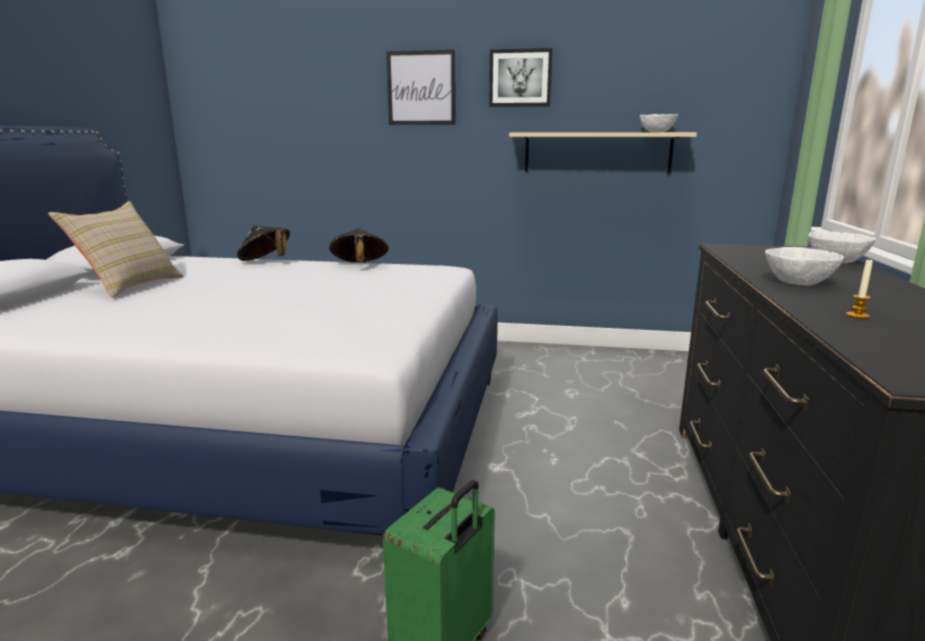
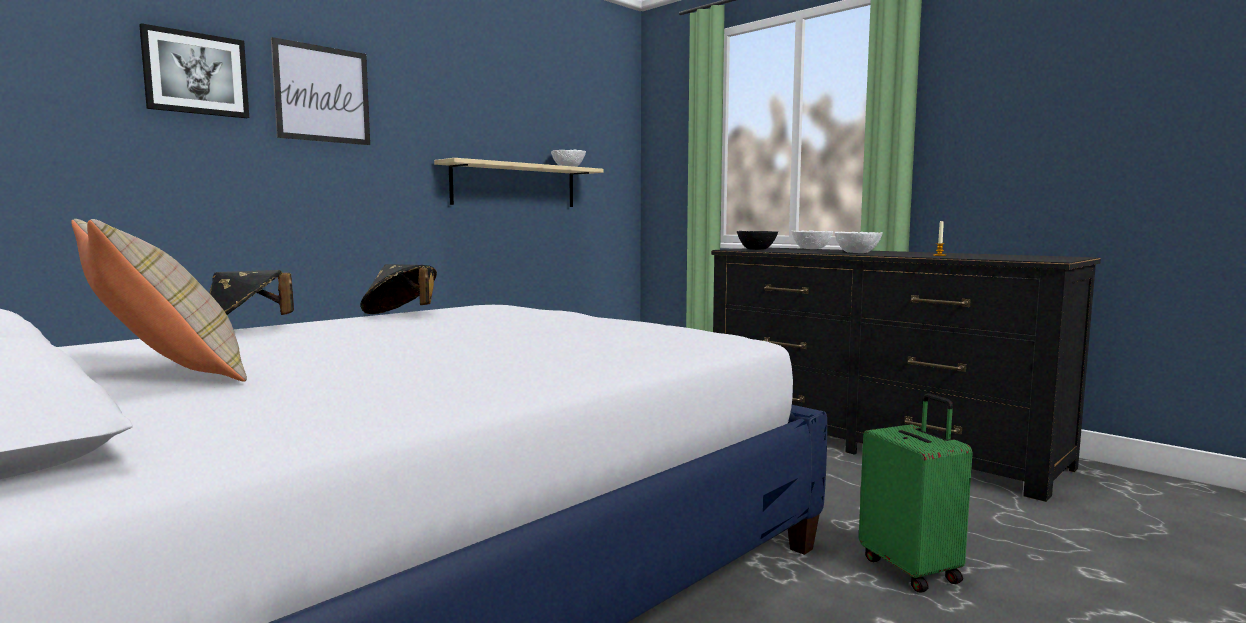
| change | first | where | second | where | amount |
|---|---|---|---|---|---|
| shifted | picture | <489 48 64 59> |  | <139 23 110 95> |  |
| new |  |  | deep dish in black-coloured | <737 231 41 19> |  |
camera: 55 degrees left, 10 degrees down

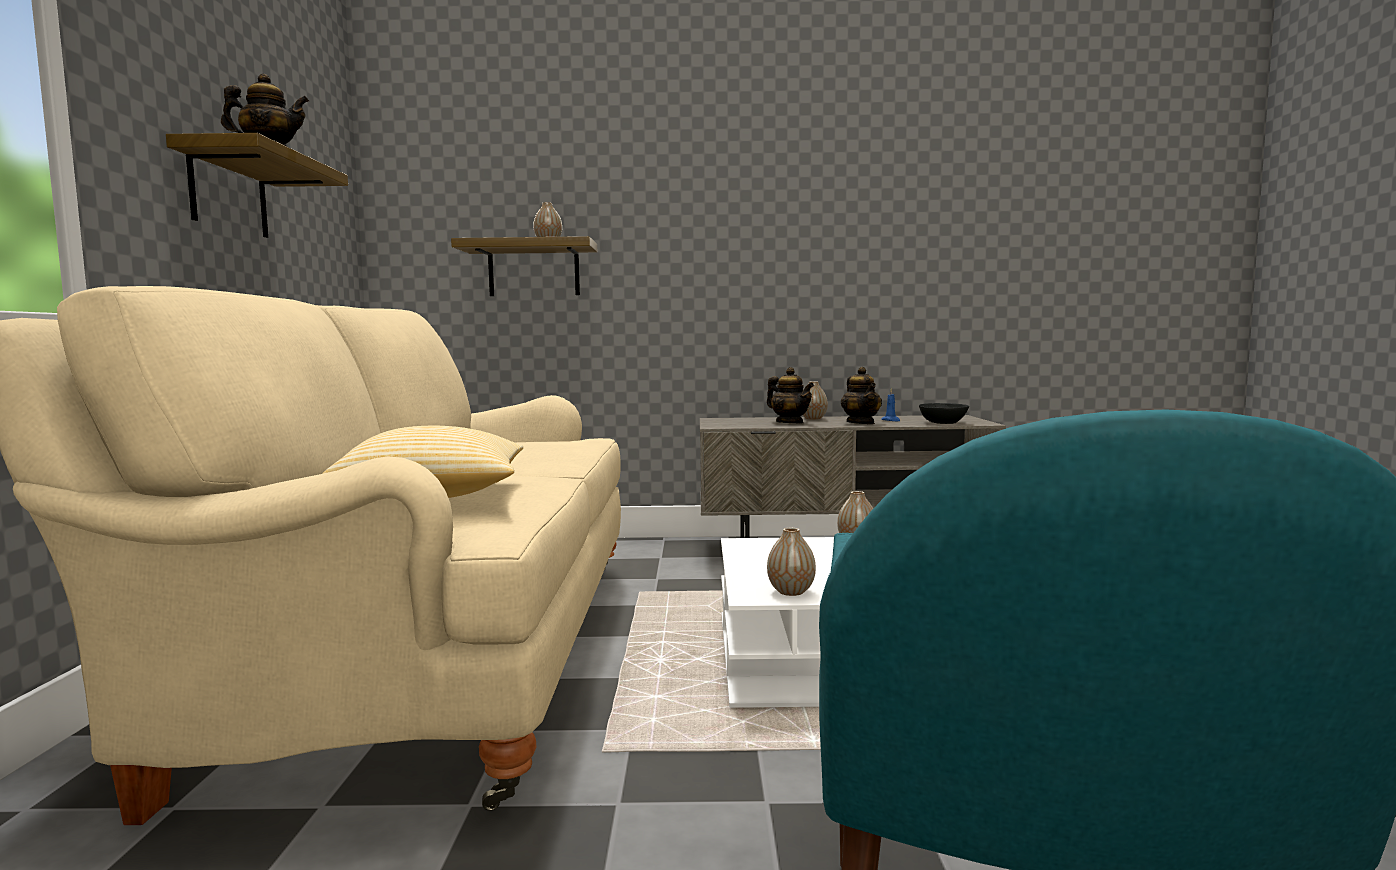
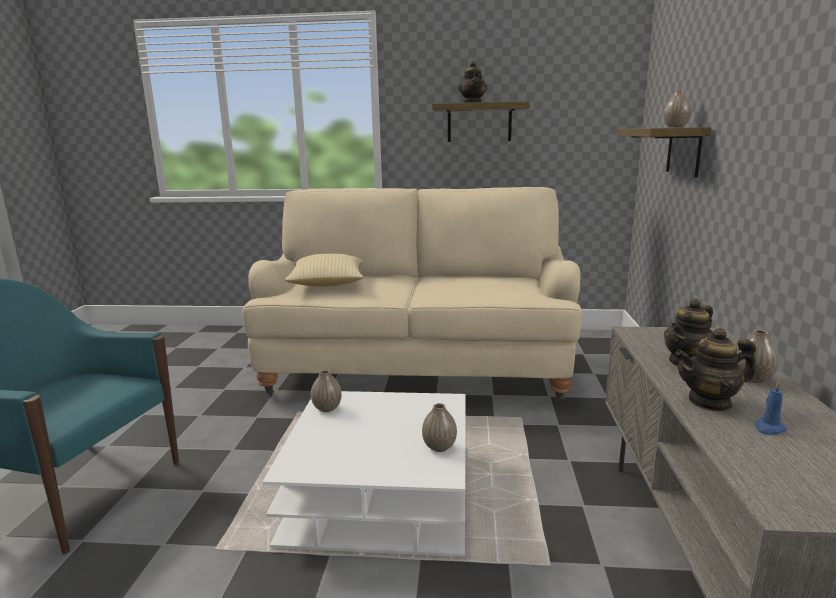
| change | first | where | second | where | amount |
|---|---|---|---|---|---|
| gone | deep dish in black-coloured | <919 403 50 21> |  |  |  |
camera: 95 degrees right, 10 degrees up

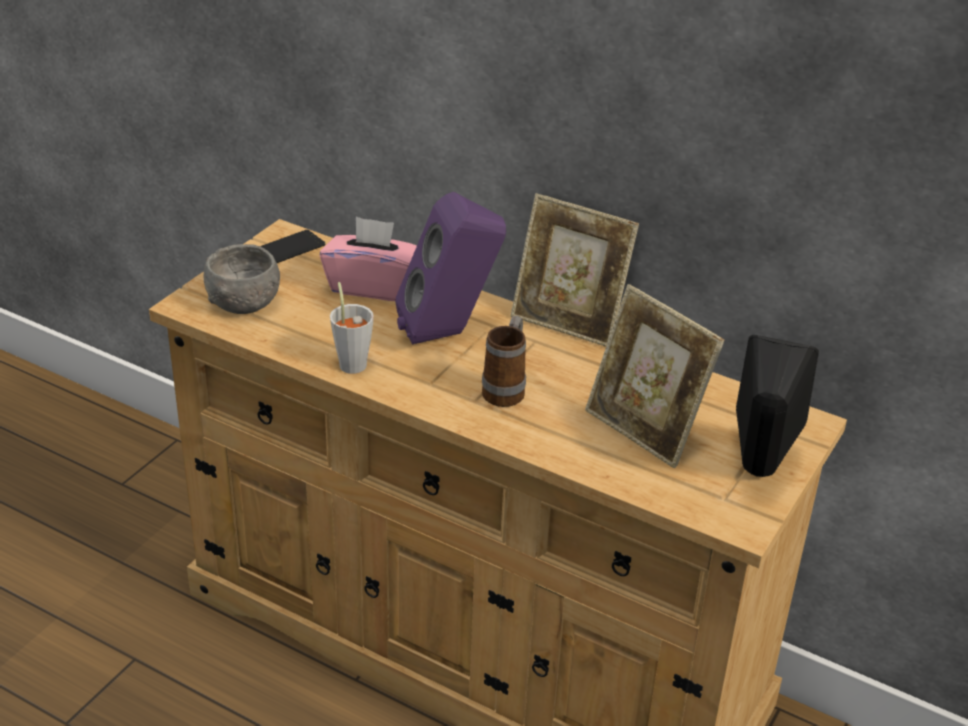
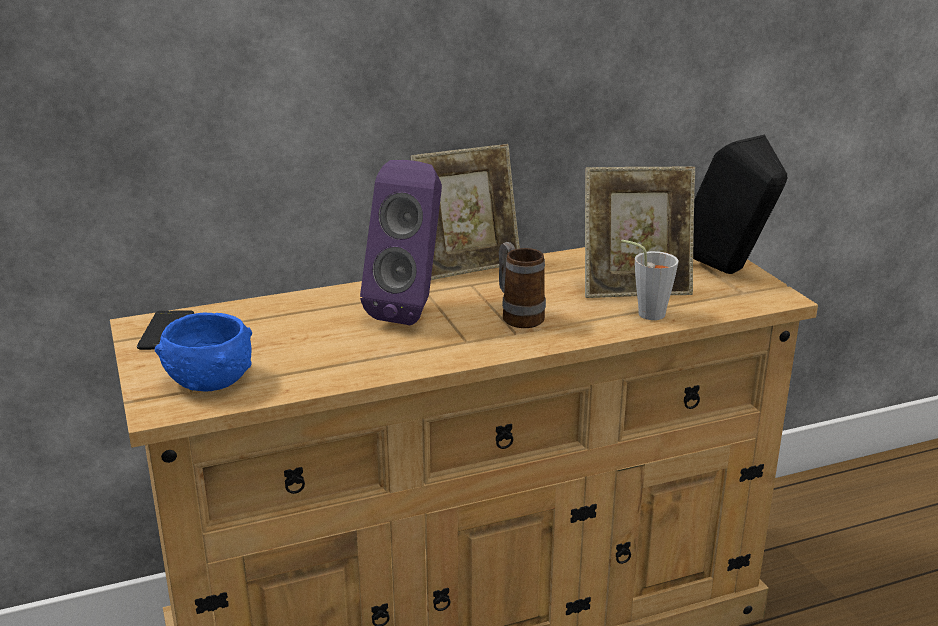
| change | first | where | second | where | amount |
|---|---|---|---|---|---|
| gone | tissue box in pink-coloured | <320 216 97 85> |  |  |  |
| repainted | deep dish in grey | <204 244 76 70> | deep dish in blue | <155 312 97 80> |  |
| shifted | cup in grey | <330 282 44 92> |  | <621 239 58 81> |  |
camera: 50 degrees left, 10 degrees down

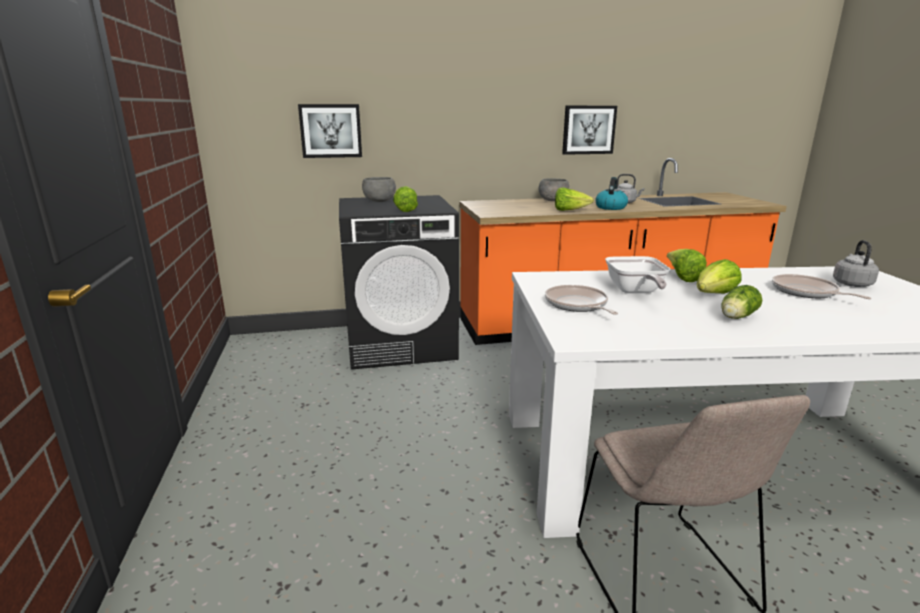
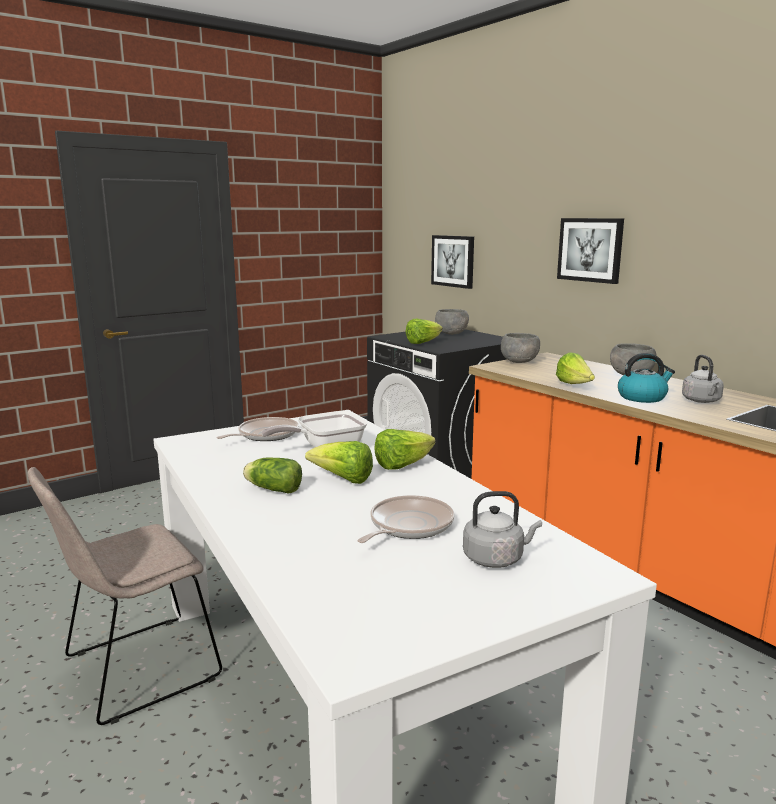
| change | first | where | second | where | amount |
|---|---|---|---|---|---|
| shifted | picture | <562 106 55 49> |  | <557 218 67 66> |  |
| new |  |  | deep dish in grey | <501 333 39 30> |  |
camera: 65 degrees right, 5 degrees down

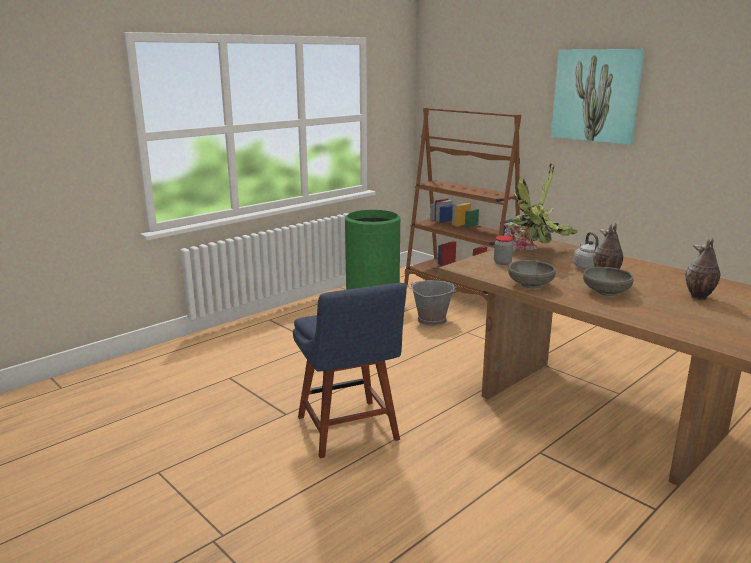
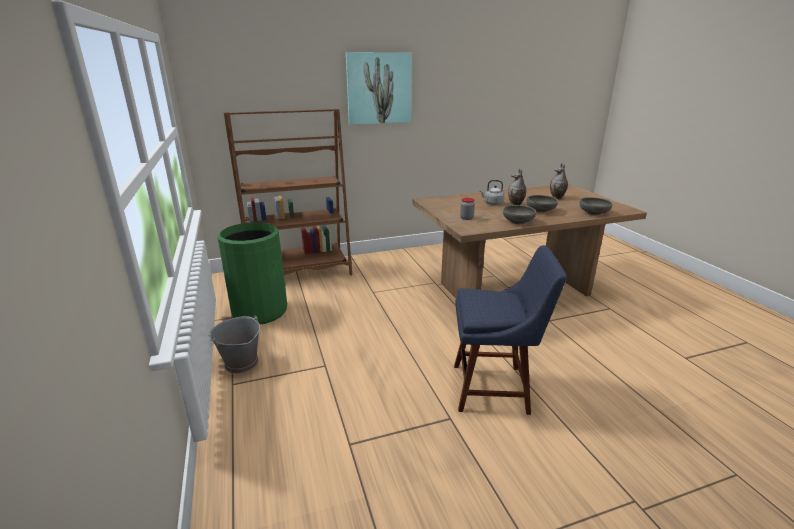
| change | first | where | second | where | amount |
|---|---|---|---|---|---|
| gone | potted plant | <504 163 74 88> |  |  |  |
| shifted | water bucket in grey | <410 280 47 46> |  | <209 315 51 59> |  |
| new |  |  | deep dish in grey | <580 197 32 18> |  |
camera: 65 degrees left, 5 degrees up

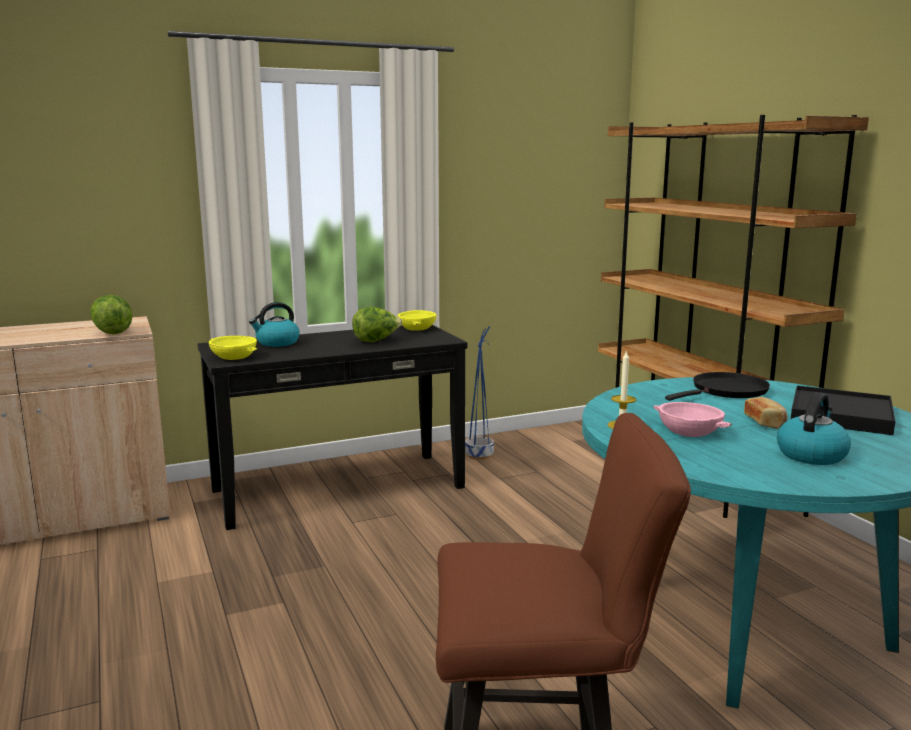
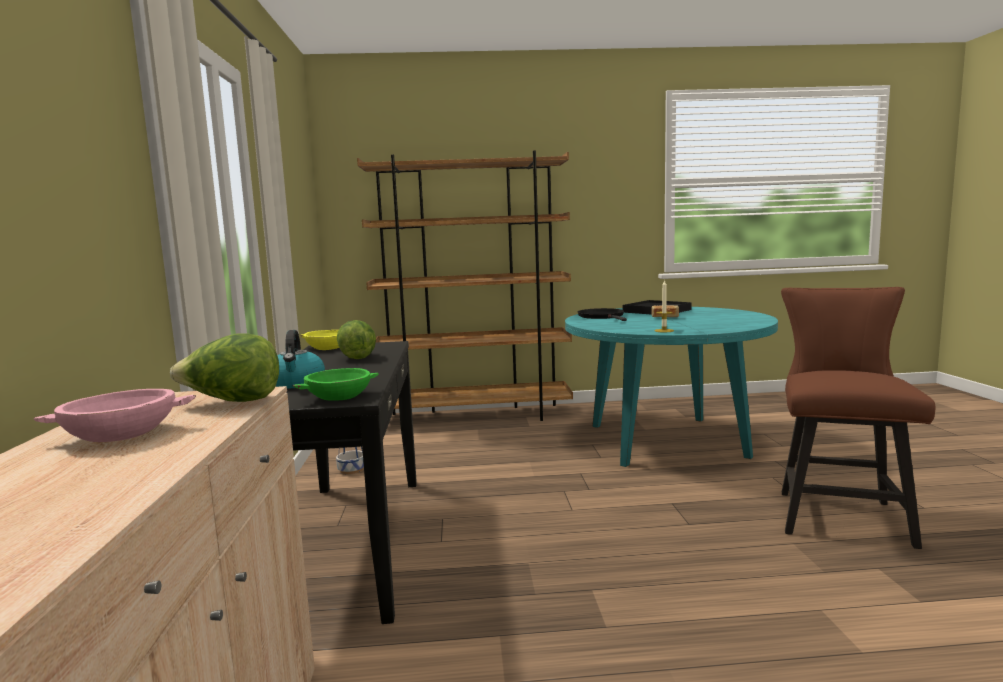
| change | first | where | second | where | amount |
|---|---|---|---|---|---|
| repainted | deep dish in yellowish | <209 336 48 24> | deep dish in greenish | <293 368 86 33> |  |
| gone | water kettle | <777 392 74 73> |  |  |  |
| shifted | deep dish in pink-coloured | <654 402 78 35> |  | <33 389 163 53> |  |
camera: 70 degrees left, 5 degrees down

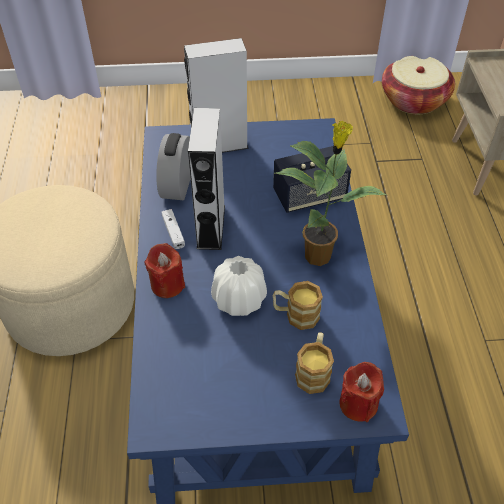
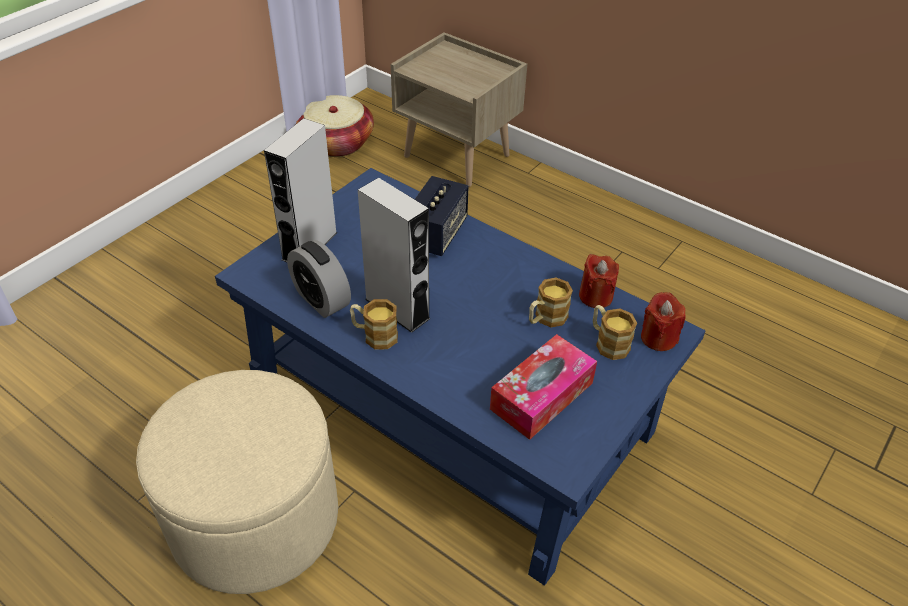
| change | first | where | second | where | amount |
|---|---|---|---|---|---|
| gone | potted plant | <275 121 111 145> |  |  |  |
| swapped | joypad in white | <162 209 23 40> | tea mug | <350 299 48 50> |  |
| shifted | wax candle in red-coloured | <144 243 41 55> |  | <579 254 40 54> |  |
| gone | vase in white | <211 256 56 60> |  |  |  |
| new |  |  | tissue box | <490 334 107 106> |  |
camera: 50 degrees left, 5 degrees down

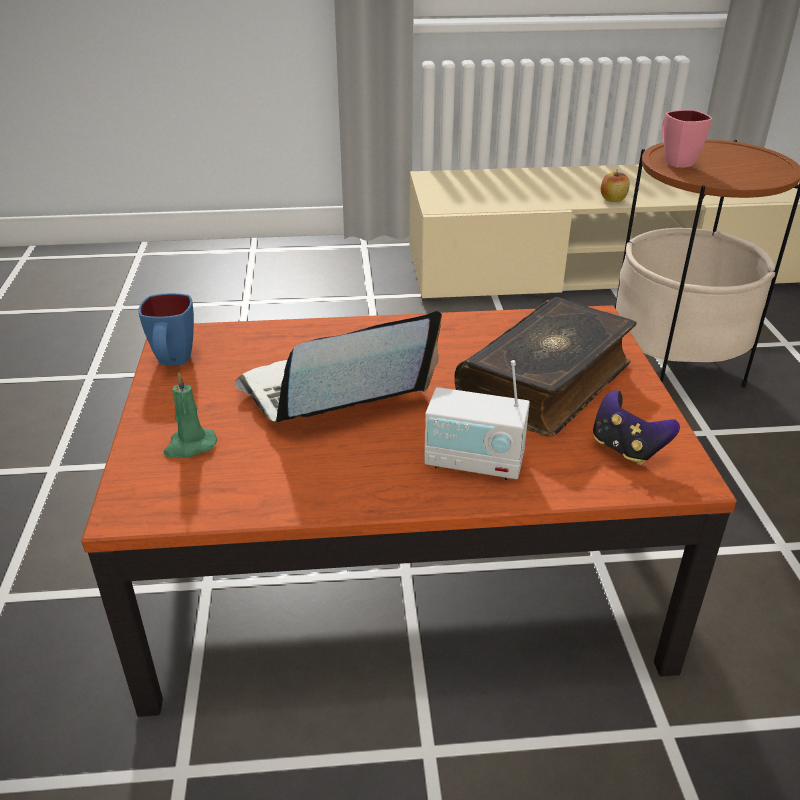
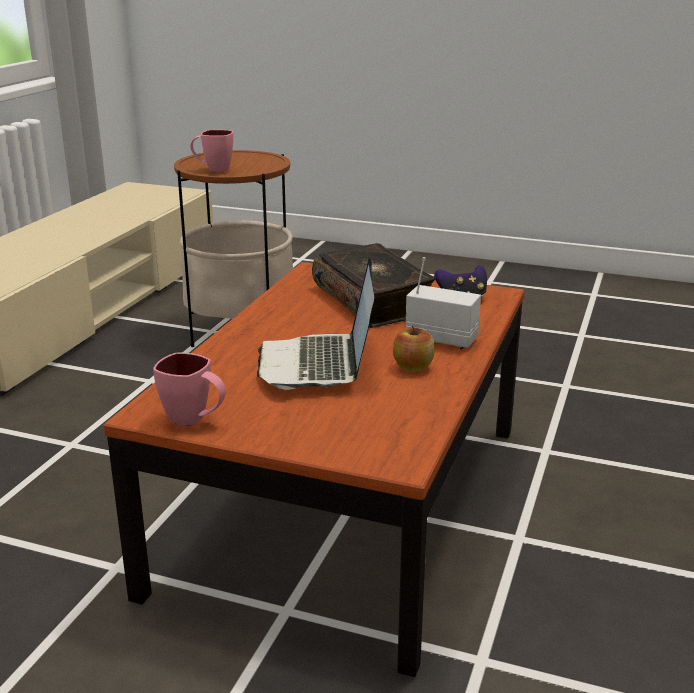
| change | first | where | second | where | amount |
|---|---|---|---|---|---|
| shifted | whole apple | <601 170 29 32> |  | <393 326 41 46> |  |
| repainted | tea mug in blue | <138 293 56 73> | tea mug in pink-coloured | <153 353 73 73> |  |
| rotated | radio | <424 360 106 120> |  | <405 257 76 92> | 105 degrees counterclockwise |
| gone | wax candle in greenish | <164 372 53 86> |  |  |  |
camera: 65 degrees left, 10 degrees down

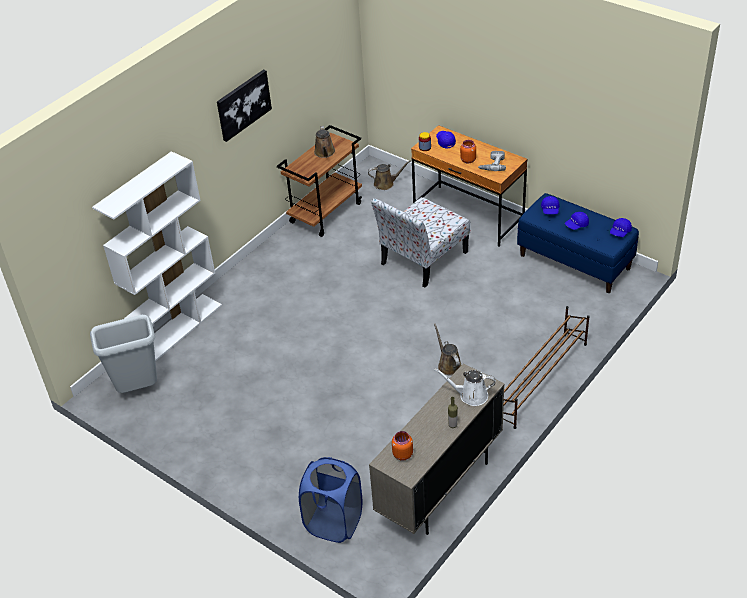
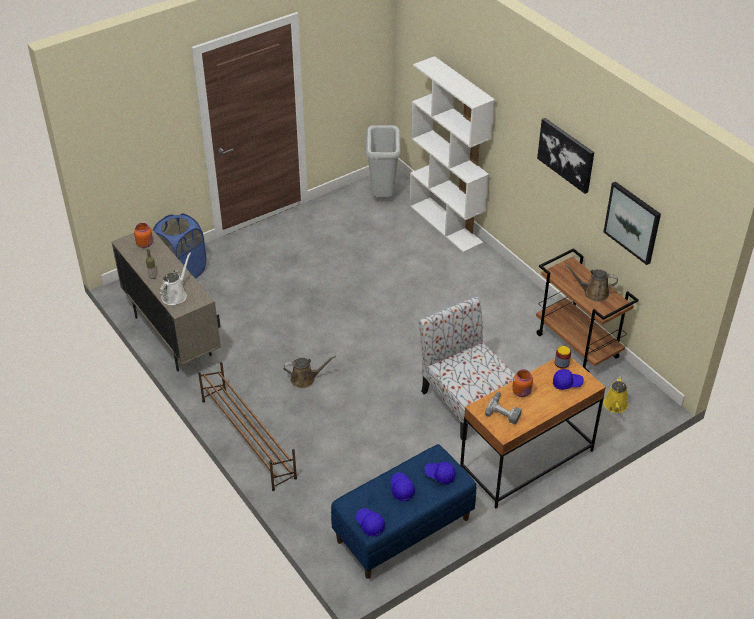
| change | first | where | second | where | amount |
|---|---|---|---|---|---|
| repainted | watering pot in brown-coloured | <368 160 43 30> | watering pot in yellowish | <604 375 24 38> |  |
| new |  |  | picture | <603 181 58 84> |  |
camera: 105 degrees right, 0 degrees up

